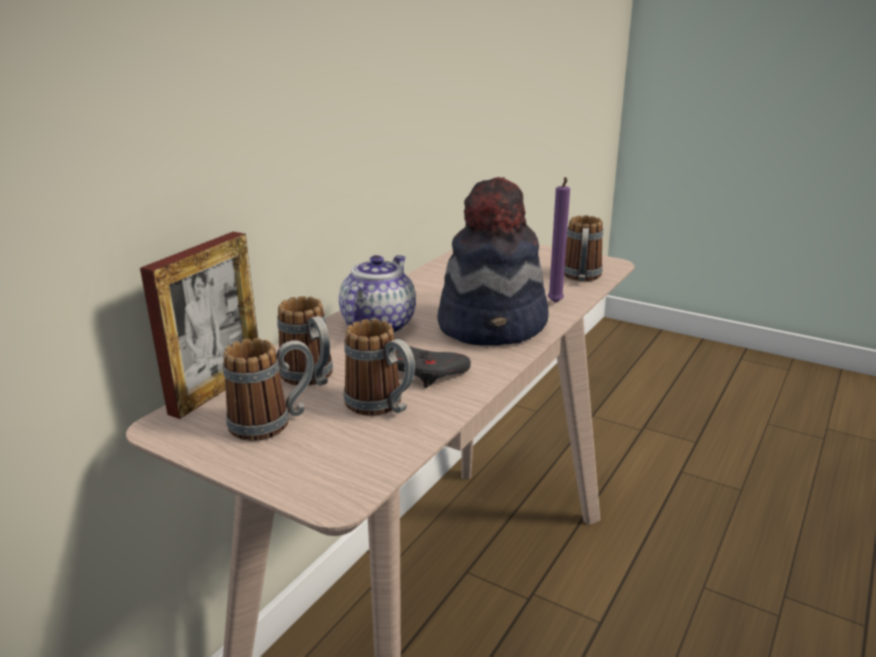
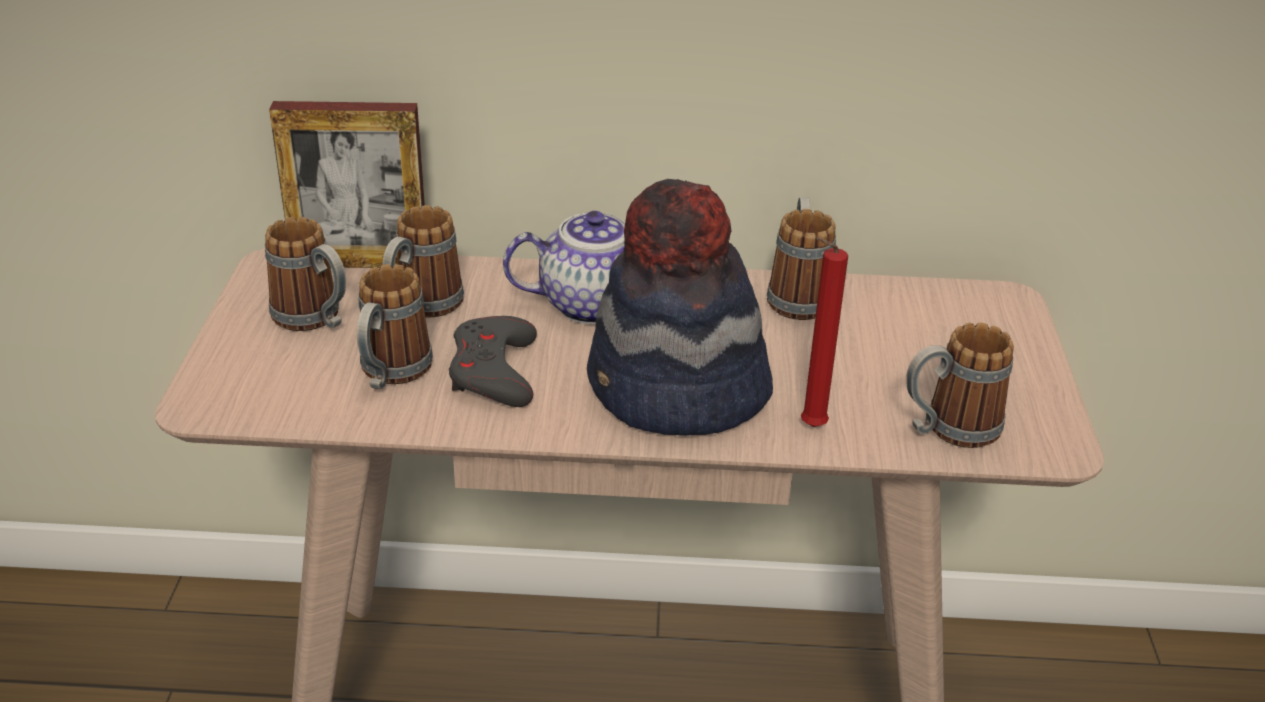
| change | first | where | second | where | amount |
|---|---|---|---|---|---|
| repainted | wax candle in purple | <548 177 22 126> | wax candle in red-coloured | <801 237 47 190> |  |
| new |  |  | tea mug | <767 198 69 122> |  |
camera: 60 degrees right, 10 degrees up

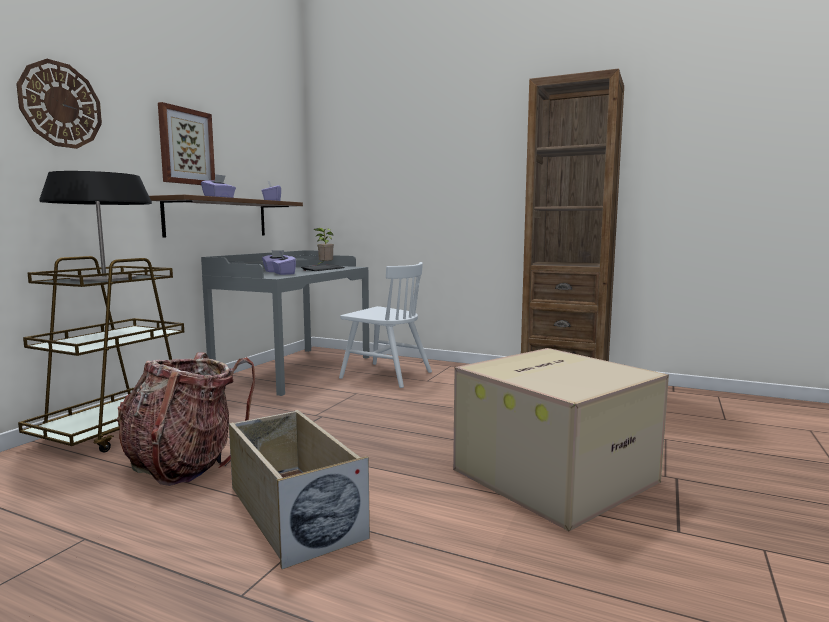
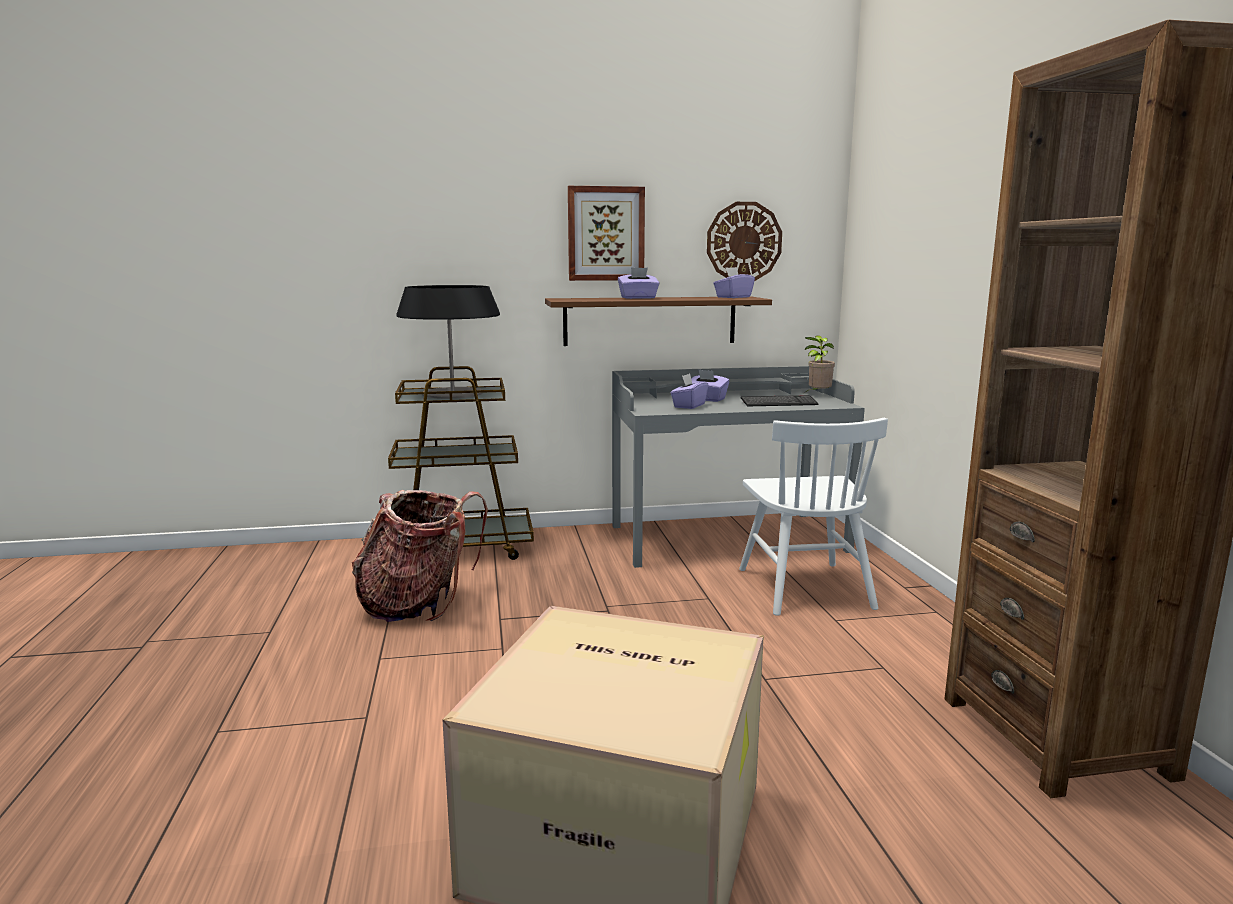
| change | first | where | second | where | amount |
|---|---|---|---|---|---|
| shifted | clock on the wall | <16 59 86 90> |  | <707 202 75 79> |  |
| gone | storage container in sand-coloured | <229 410 141 159> |  |  |  |
camera: 55 degrees right, 5 degrees up

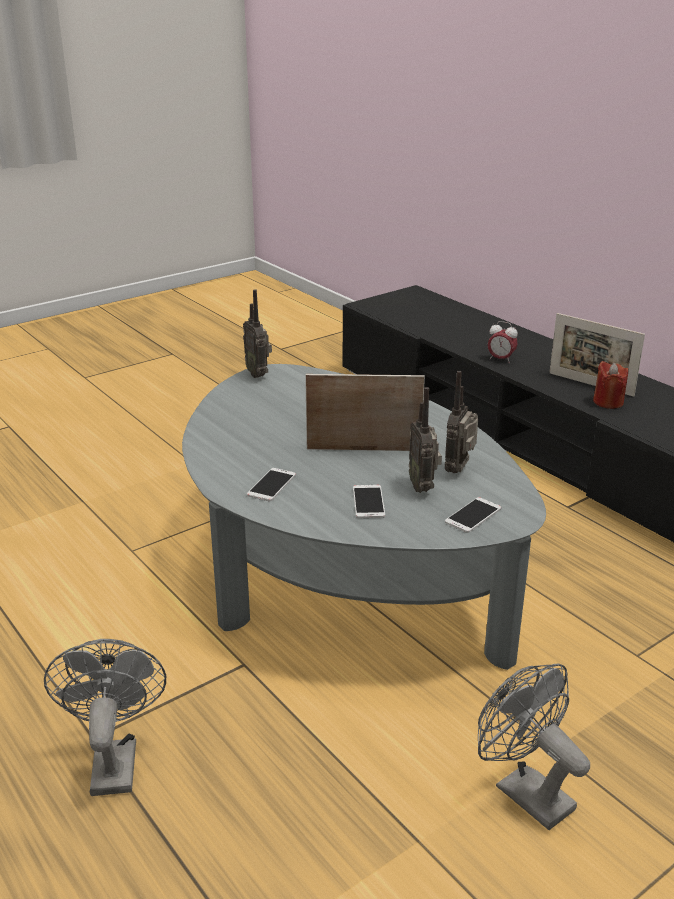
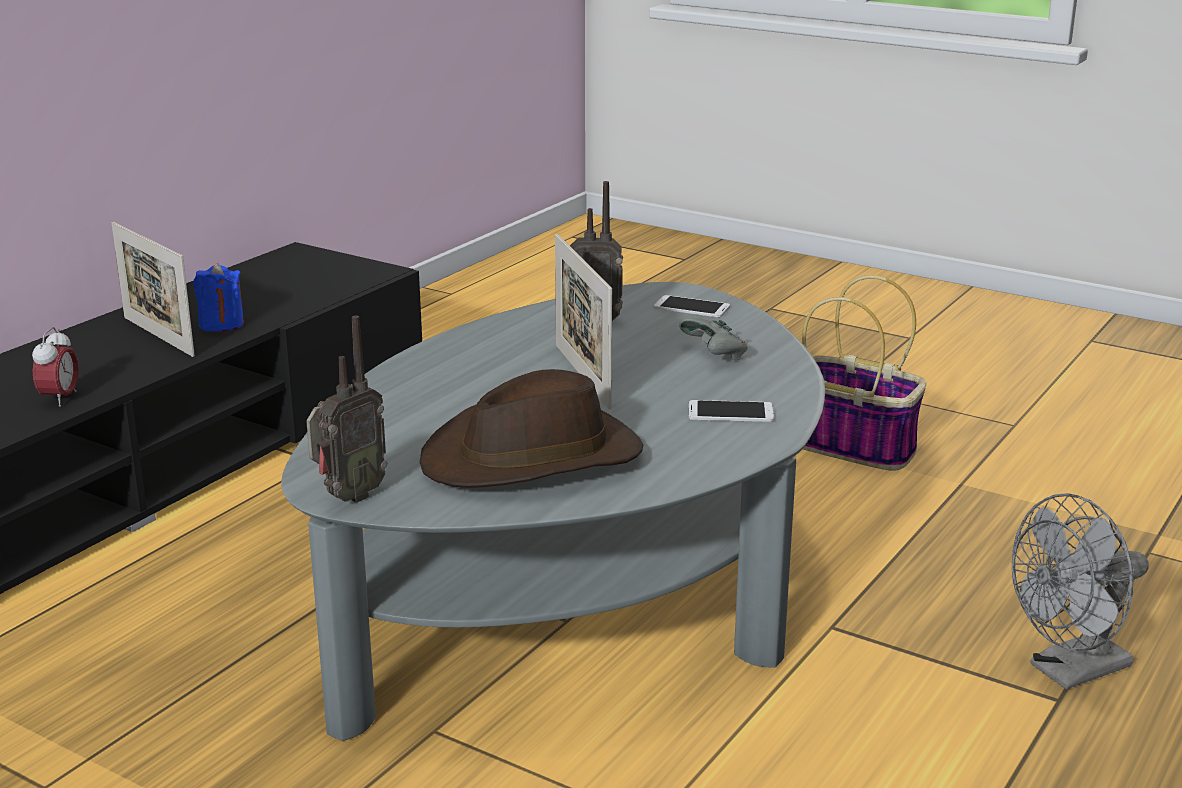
| change | first | where | second | where | amount |
|---|---|---|---|---|---|
| rotated | photo frame | <549 313 96 84> |  | <112 222 83 135> | 120 degrees clockwise |
| repainted | wax candle in red-coloured | <593 361 35 48> | wax candle in blue | <193 263 51 69> |  |
| gone | radio | <409 387 33 106> |  |  |  |
| swapped | handset | <353 485 32 33> | joypad in grey | <679 318 69 42> |  |
| swapped | fan in grey | <478 664 112 166> | storage basket | <802 275 124 196> |  |
| new |  |  | clothing hat in brown-coloured | <420 369 223 119> |  |
camera: 110 degrees left, 5 degrees down

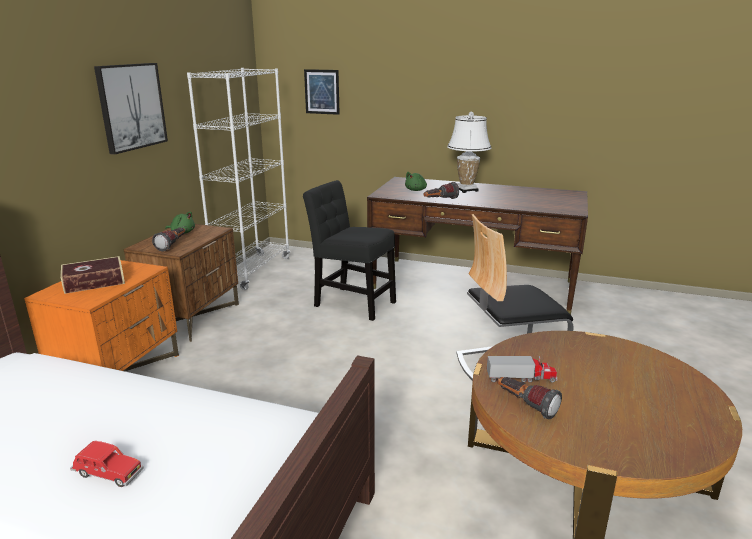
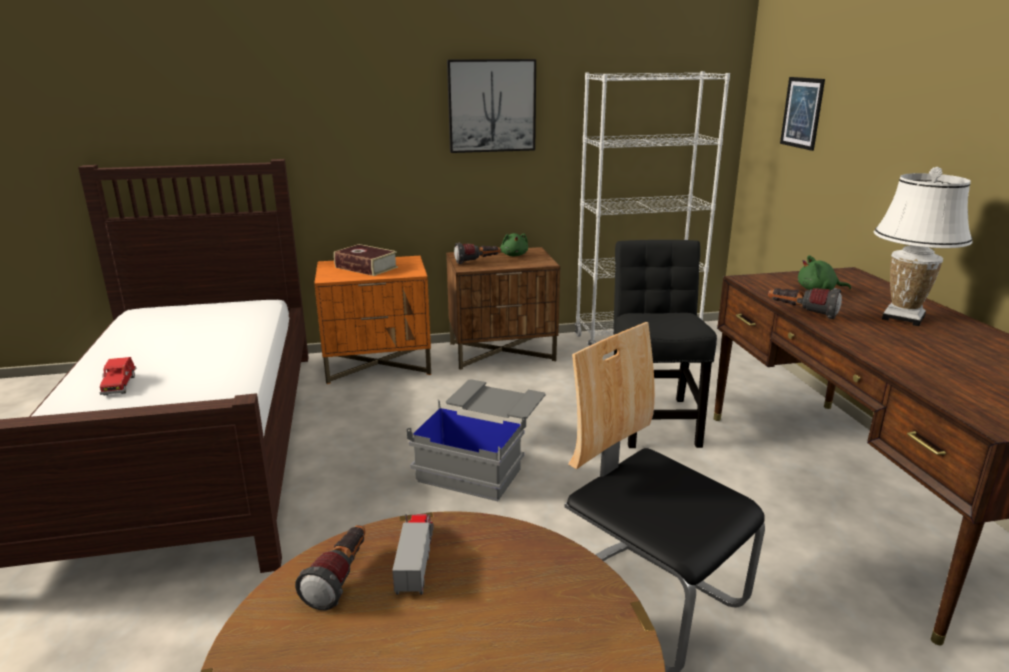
| change | first | where | second | where | amount |
|---|---|---|---|---|---|
| rotated | toy truck | <487 356 70 27> |  | <392 514 42 81> | 150 degrees counterclockwise |
| new |  |  | storage container in grey | <406 379 139 123> |  |
camera: 60 degrees right, 0 degrees up

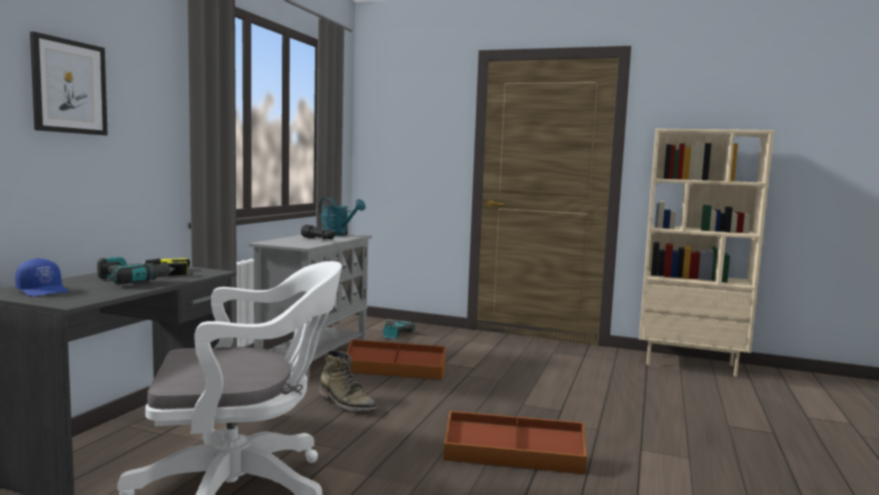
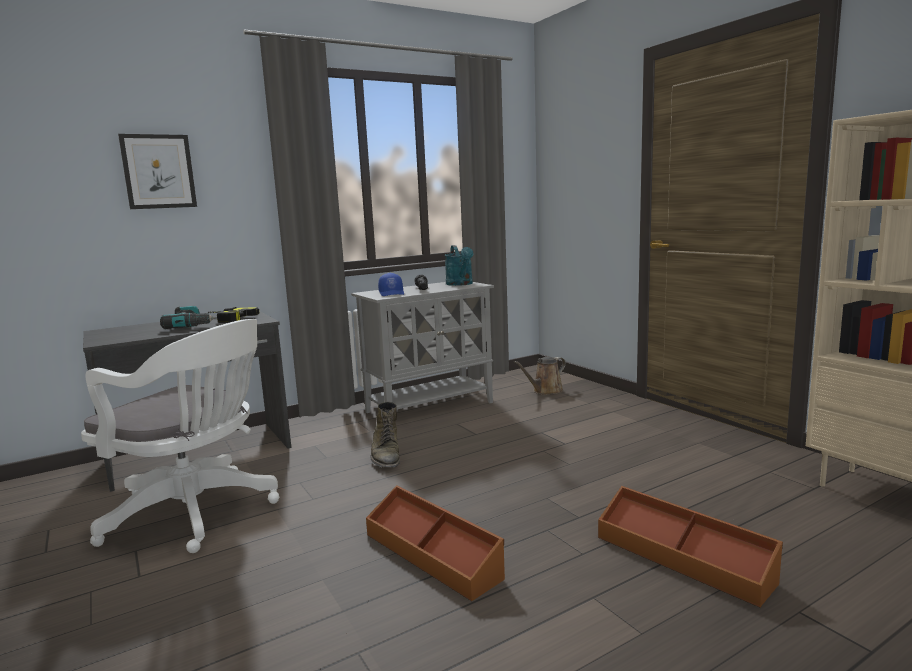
| change | first | where | second | where | amount |
|---|---|---|---|---|---|
| shifted | cap in blue | <15 258 53 39> |  | <378 273 26 23> |  |
| swapped | power drill | <383 320 32 19> | watering pot in brown-coloured | <514 357 52 38> |  |
| shifted | storage container in brown-coloured | <347 339 99 41> |  | <598 486 185 121> |  |
camera: 40 degrees right, 5 degrees up

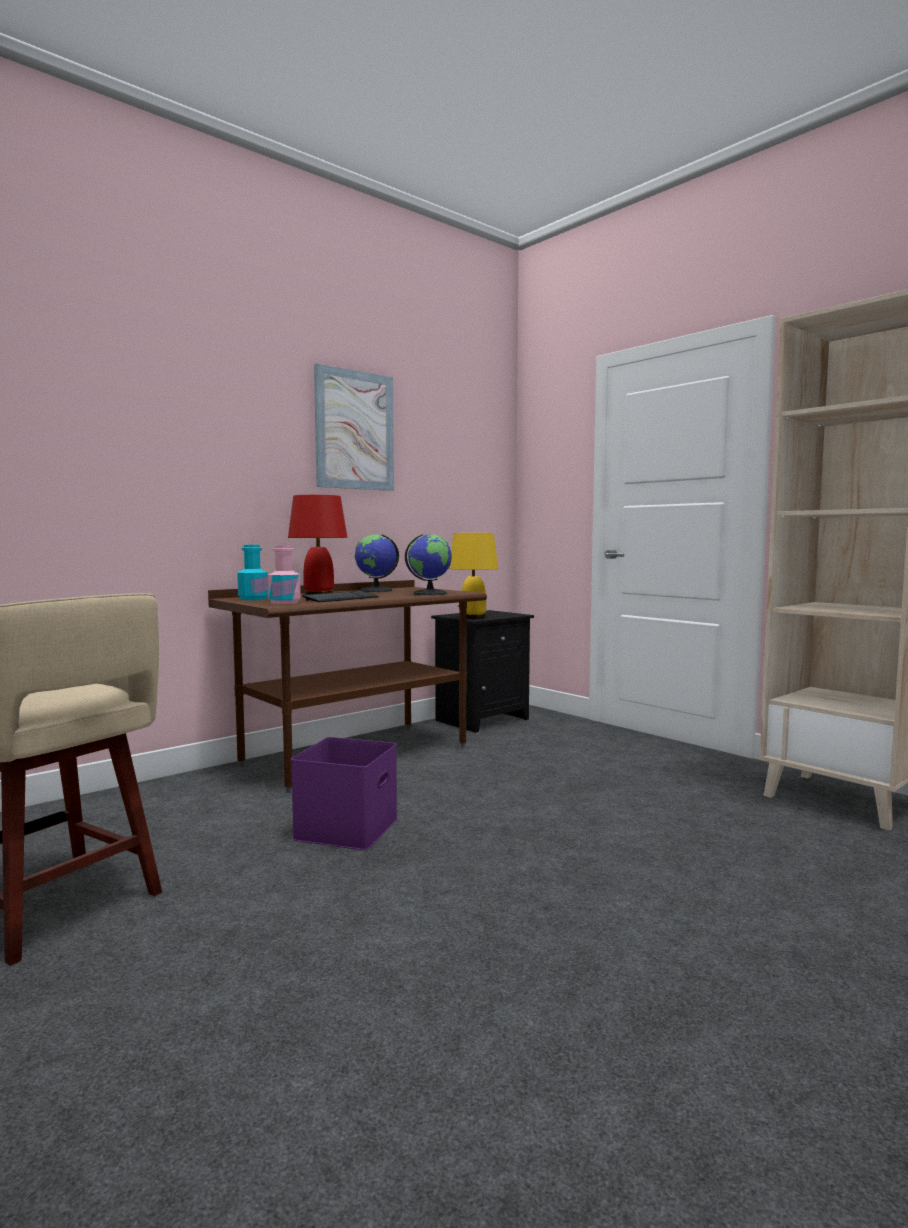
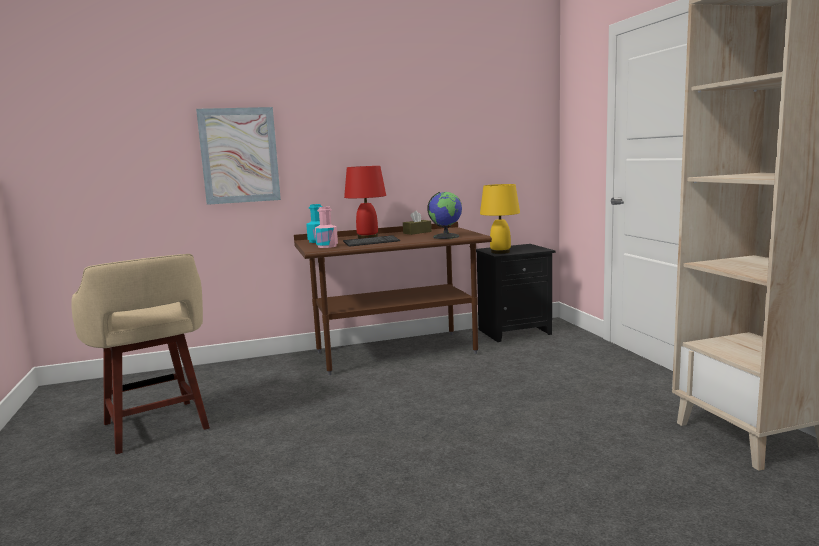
| change | first | where | second | where | amount |
|---|---|---|---|---|---|
| shifted | picture | <314 364 80 127> |  | <196 107 85 98> |  |
| swapped | desk globe | <354 534 45 58> | tissue box in brown-coloured | <403 211 29 24> |  |
| gone | storage container in purple | <291 737 107 113> |  |  |  |
camera: 25 degrees right, 5 degrees up

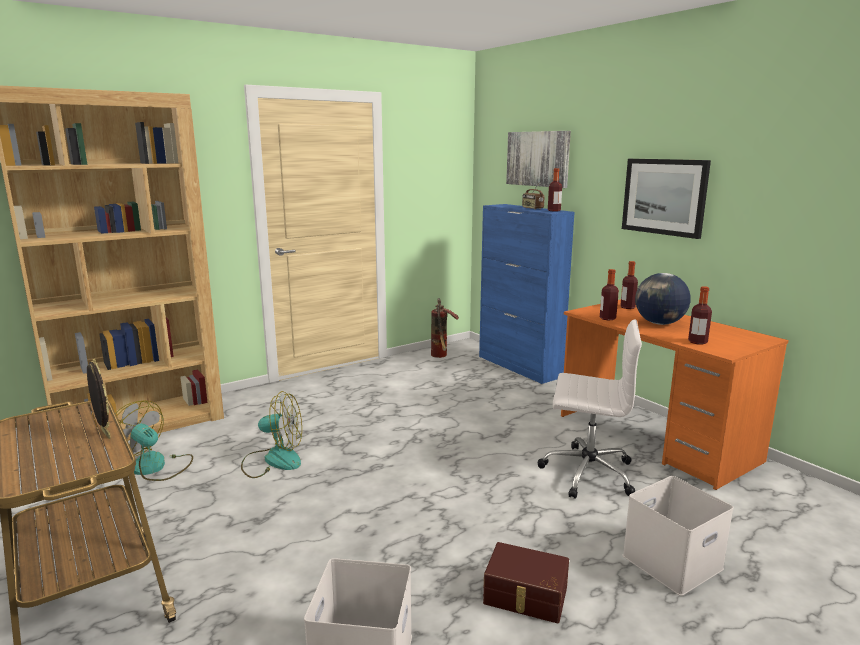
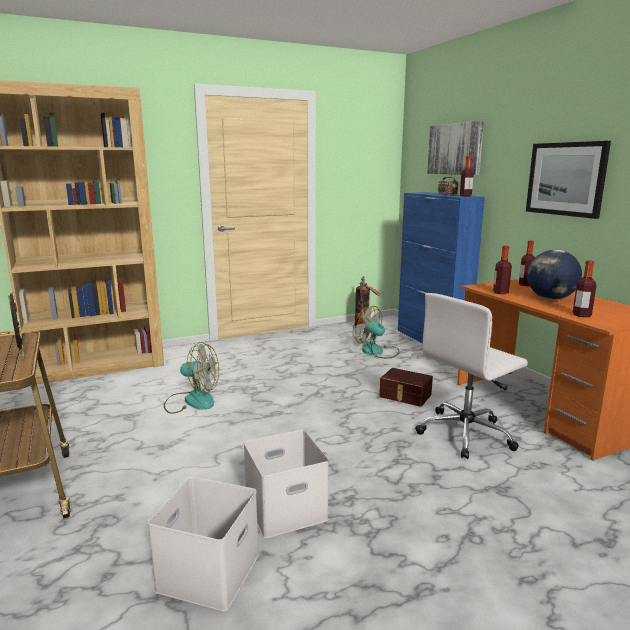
| change | first | where | second | where | amount |
|---|---|---|---|---|---|
| rotated | computer chair in white | <538 320 104 179> |  | <415 293 113 166> | 120 degrees clockwise |
| shifted | fan | <115 400 78 81> |  | <353 306 47 53> |  |
| shifted | storage container in white | <622 476 112 120> |  | <244 430 85 108> |  |
| shifted | storage container in brown-coloured | <483 542 86 81> |  | <379 368 54 39> |  |
camera: 10 degrees right, 0 degrees up

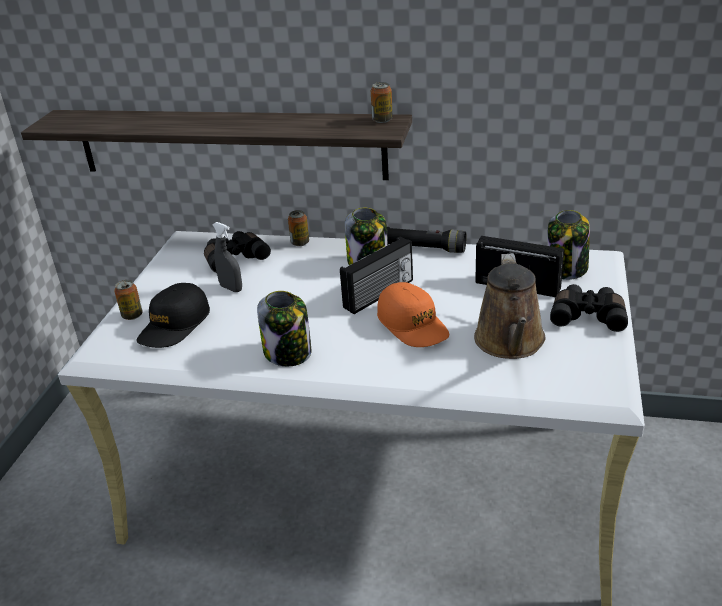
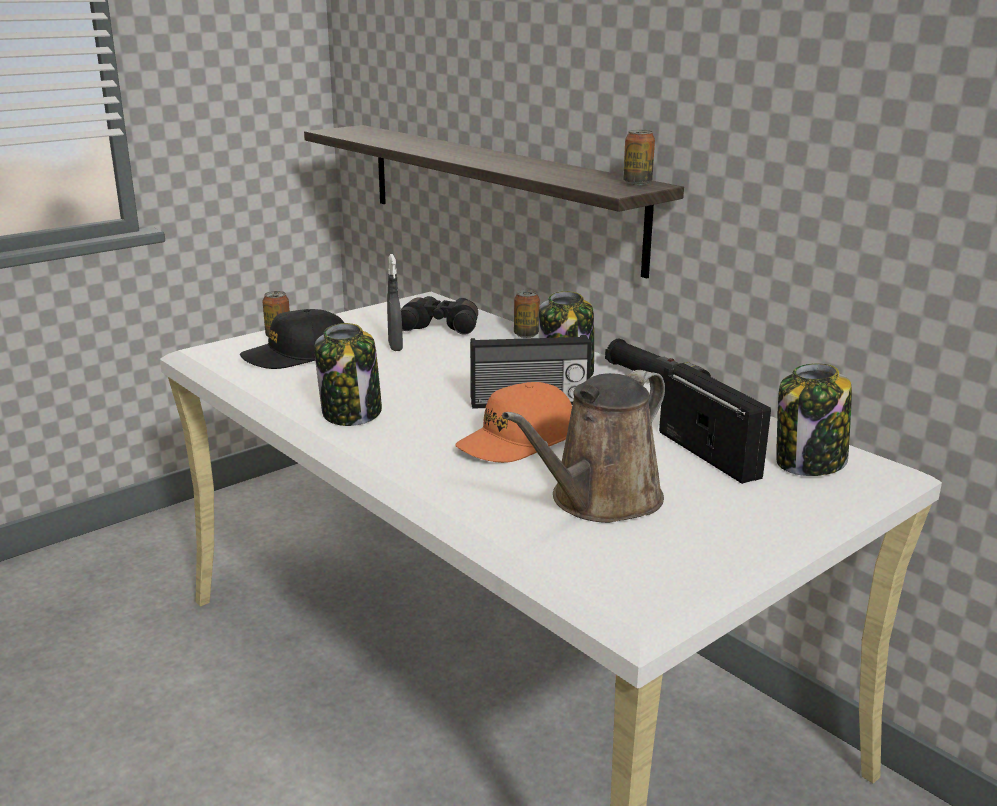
| change | first | where | second | where | amount |
|---|---|---|---|---|---|
| rotated | cap in orangey | <377 282 72 65> |  | <455 382 117 81> | 45 degrees clockwise |
| gone | field glasses in black-coloured | <550 284 78 48> |  |  |  |
camera: 35 degrees right, 10 degrees down

